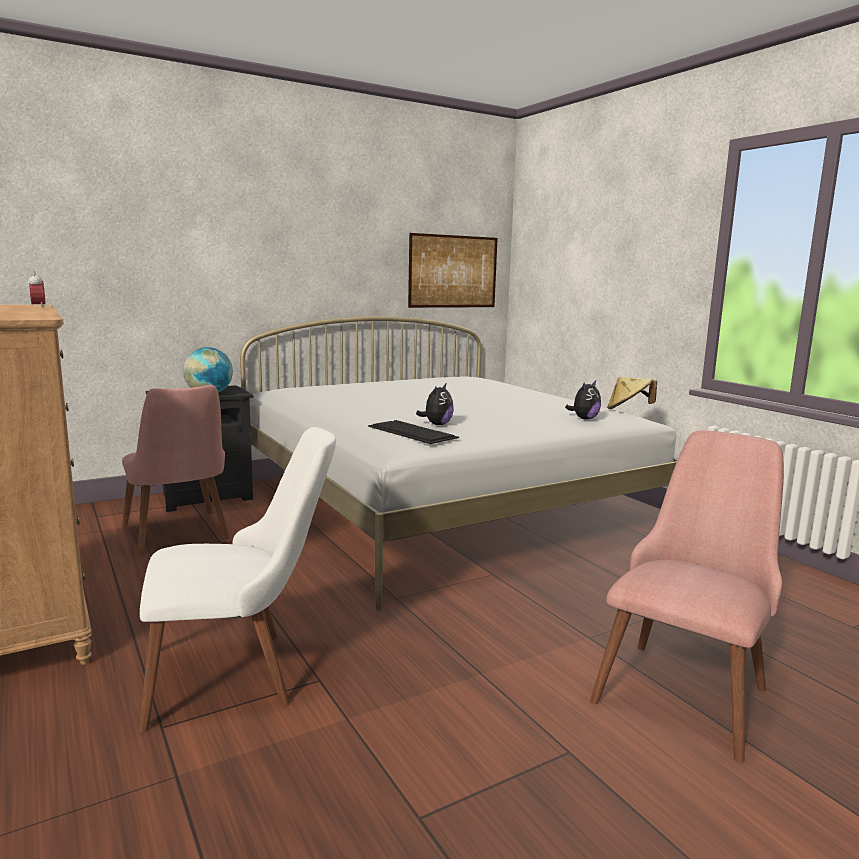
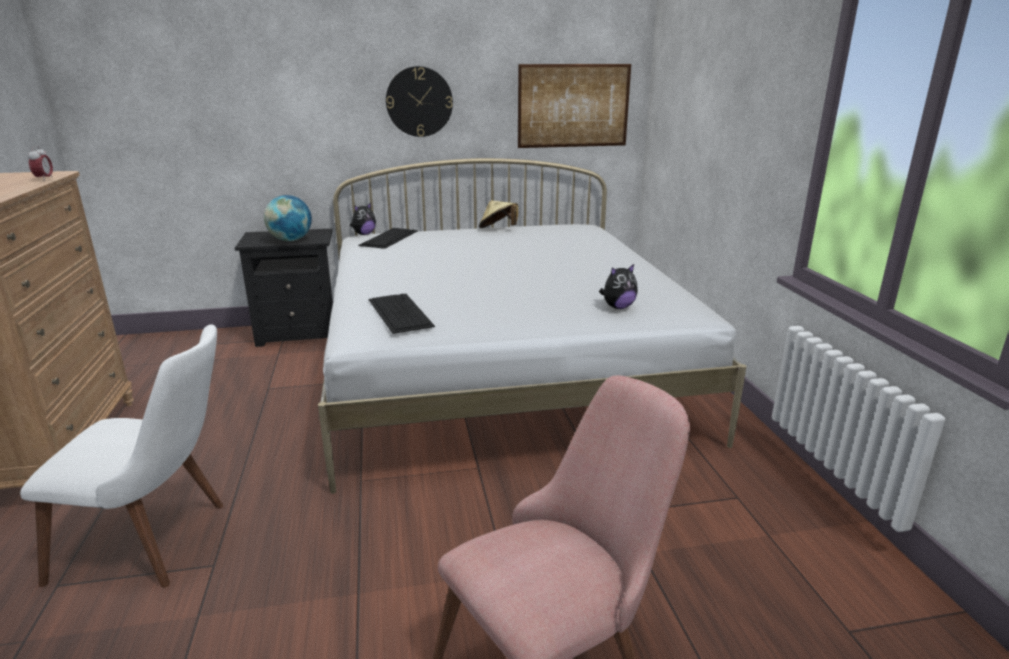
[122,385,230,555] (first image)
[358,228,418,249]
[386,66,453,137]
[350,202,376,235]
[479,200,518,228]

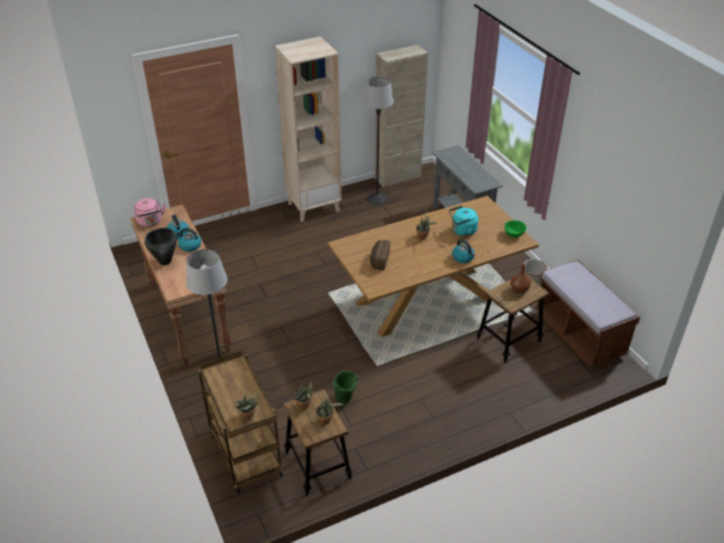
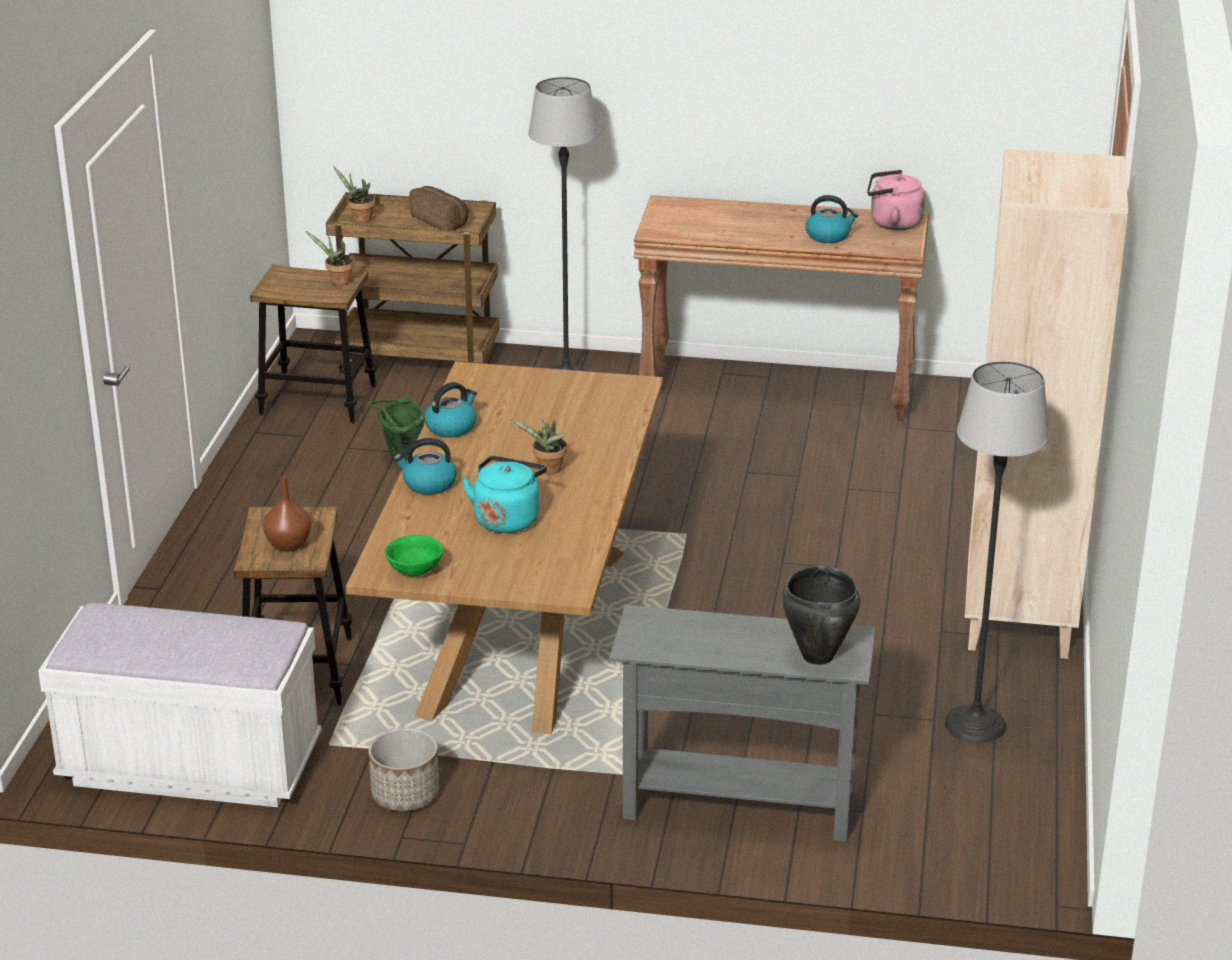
[316,393,344,425] (first image)
[375,45,428,188] (first image)
[782,566,860,665]
[425,382,477,438]
[409,186,468,230]
[38,603,322,807]

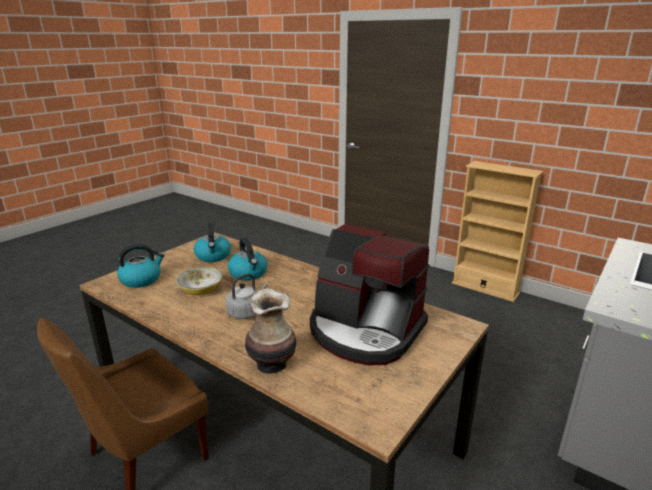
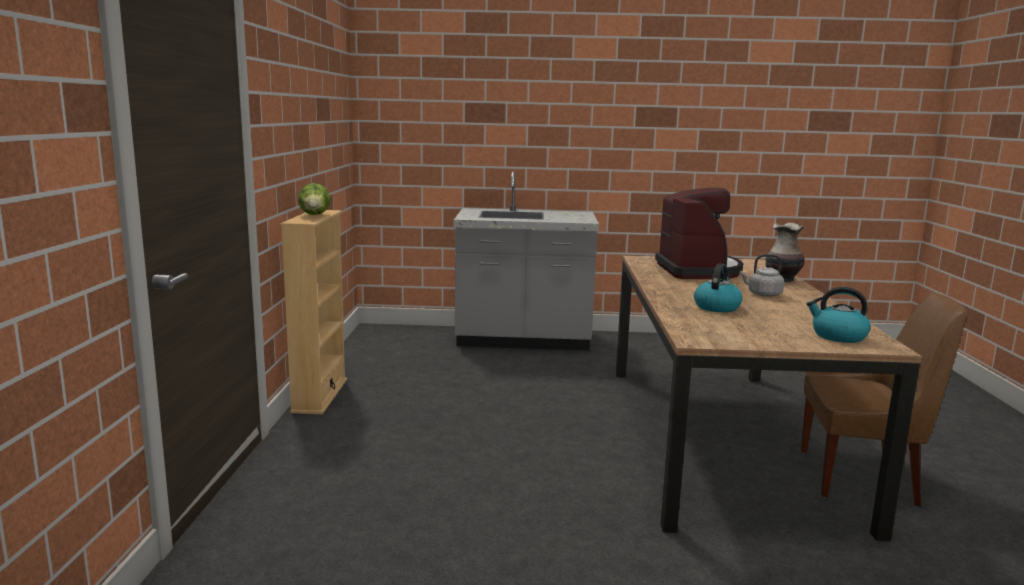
[176,267,222,295] (first image)
[194,223,231,262] (first image)
[298,183,331,215]

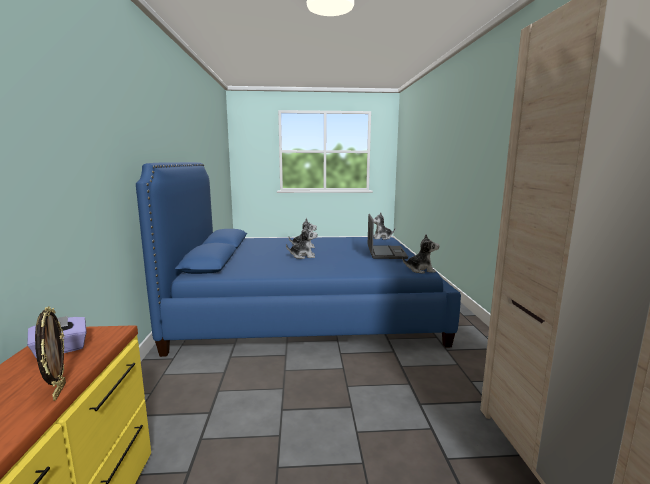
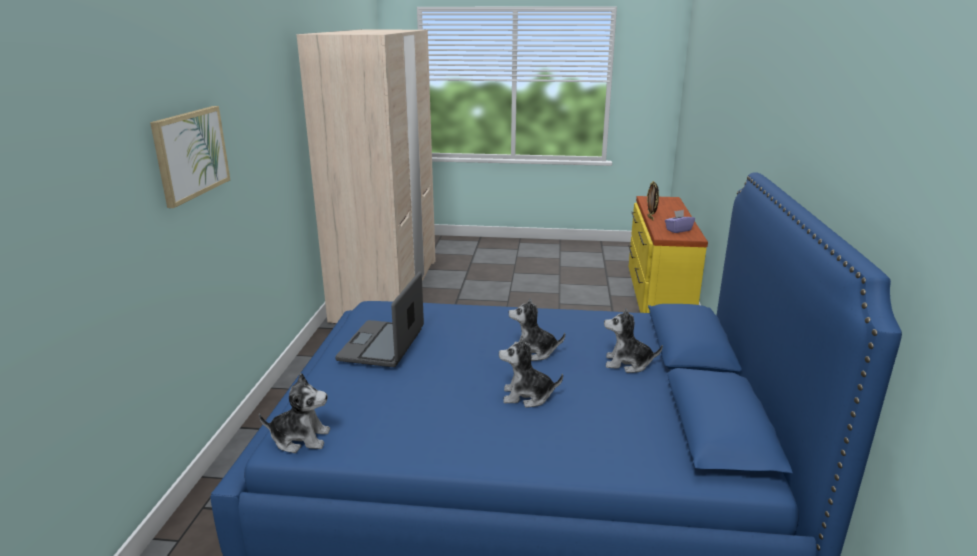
[150,106,230,208]
[604,308,663,373]

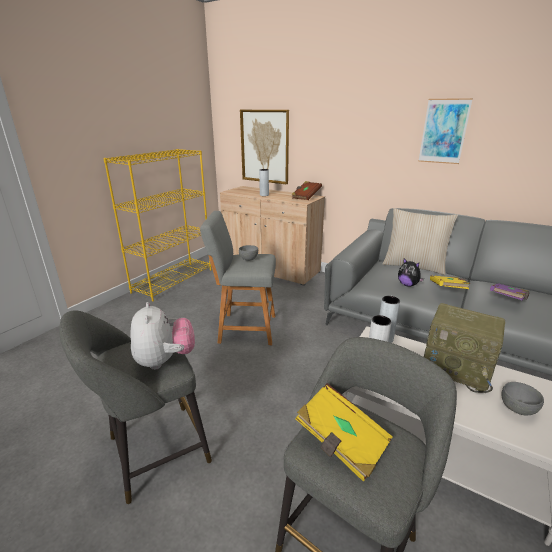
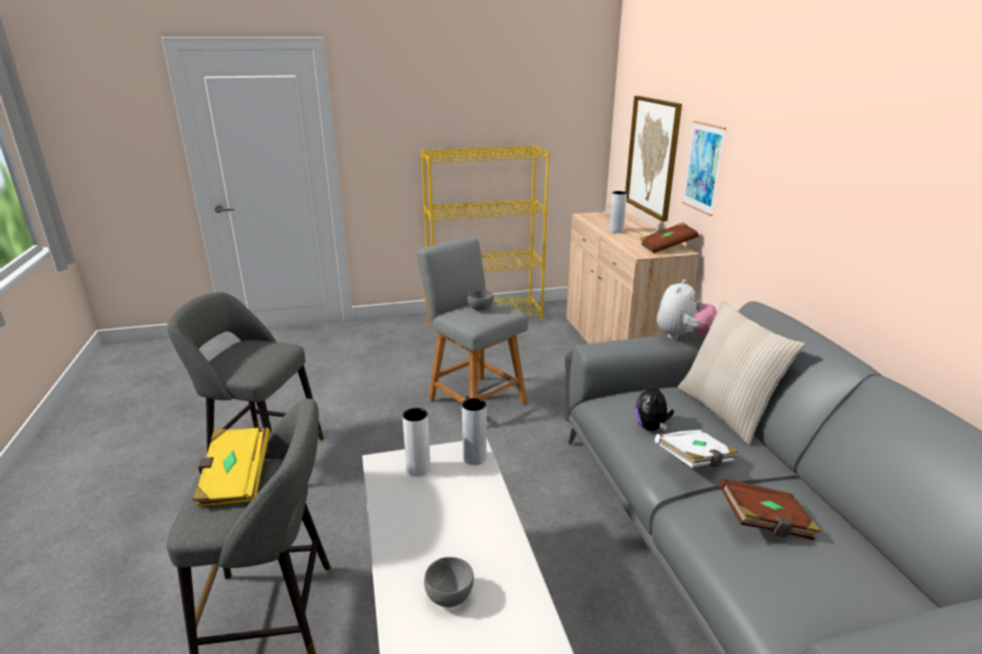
[424,303,506,393] (first image)
[657,279,717,339]
[682,121,726,216]
[655,430,738,468]
[719,479,821,540]

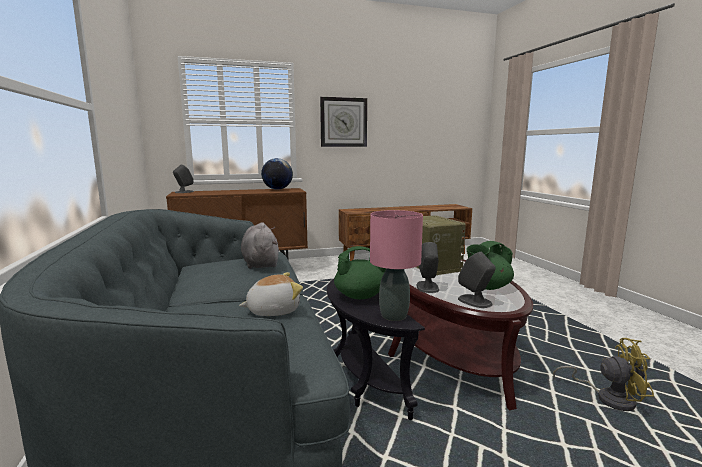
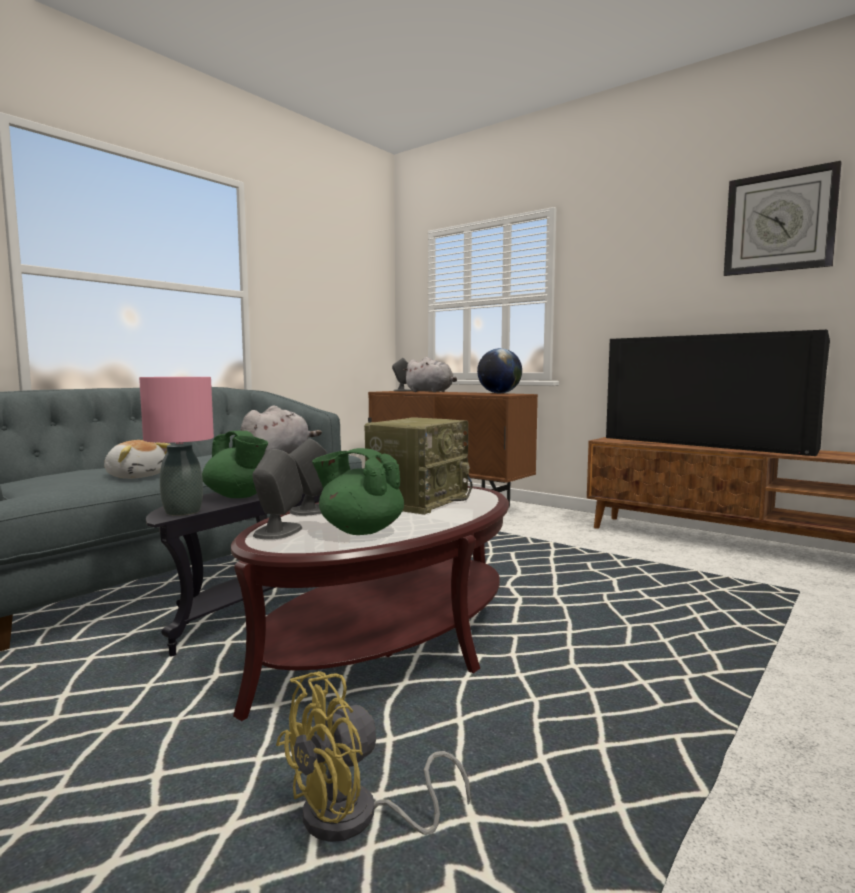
[403,357,457,392]
[606,330,830,456]
[724,161,842,276]
[276,671,471,842]

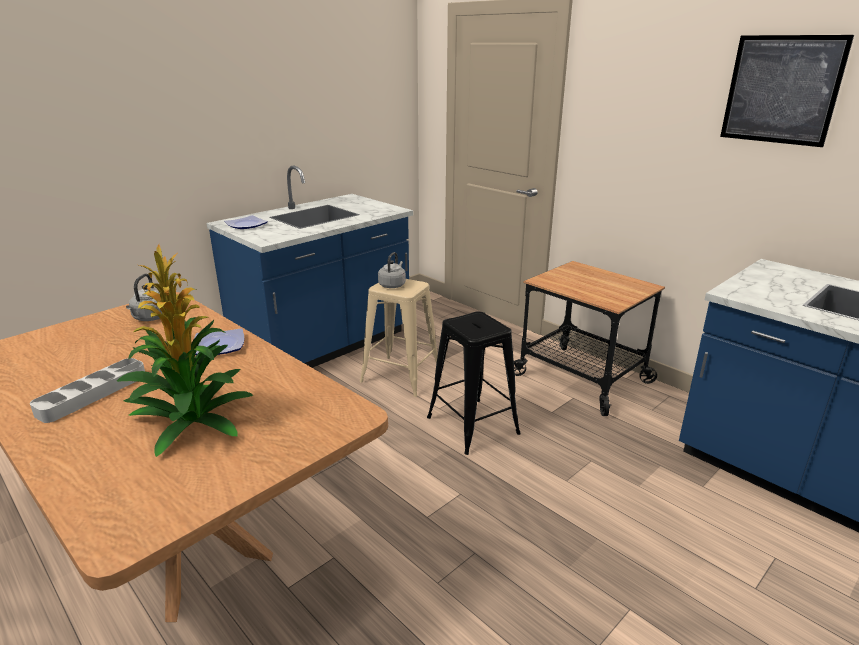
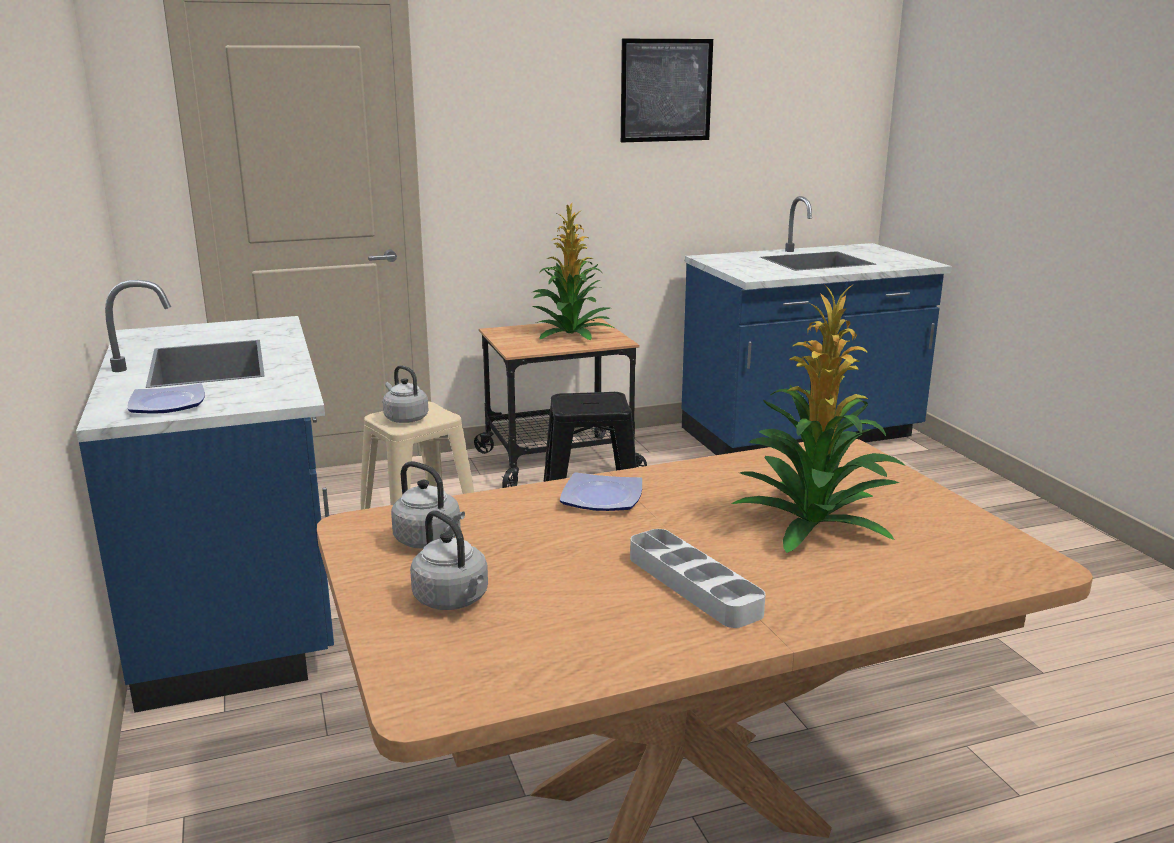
[410,510,488,610]
[533,203,614,340]

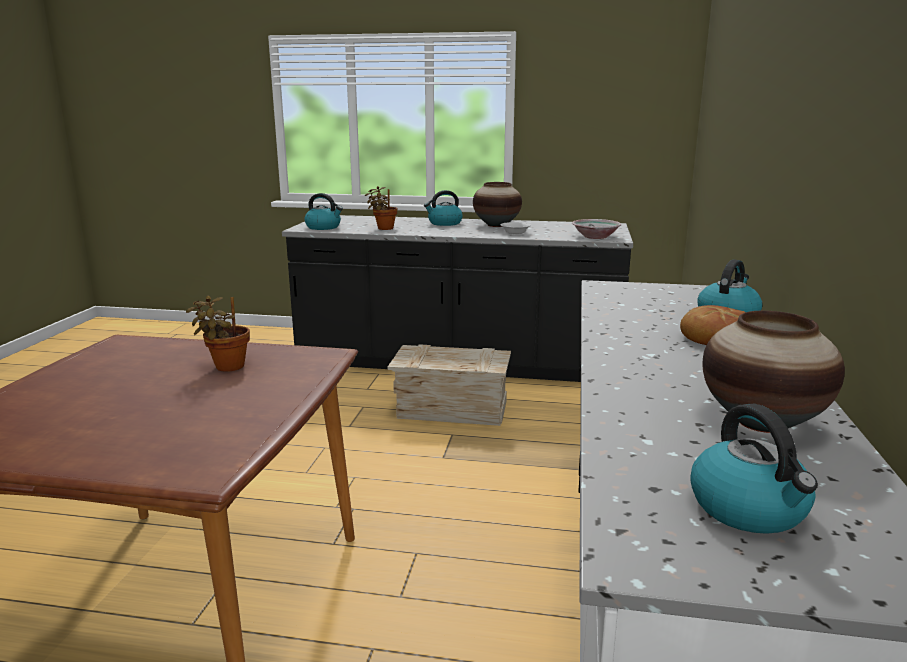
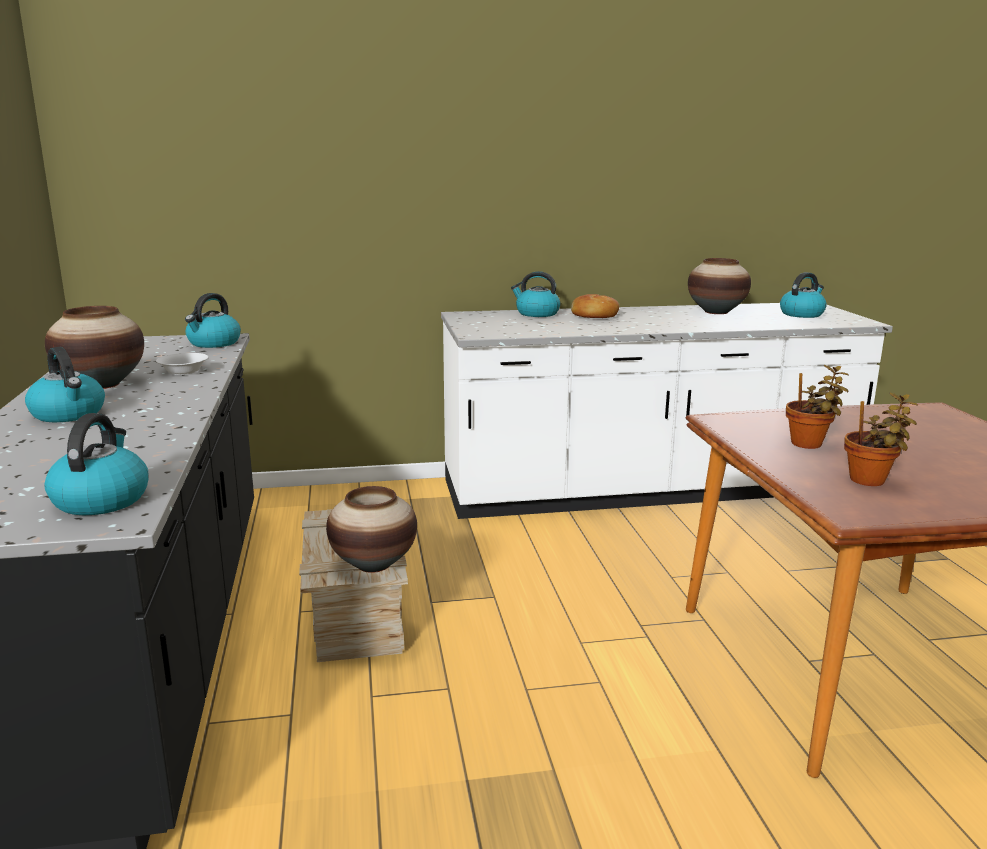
[326,486,417,573]
[844,392,918,486]
[185,293,241,348]

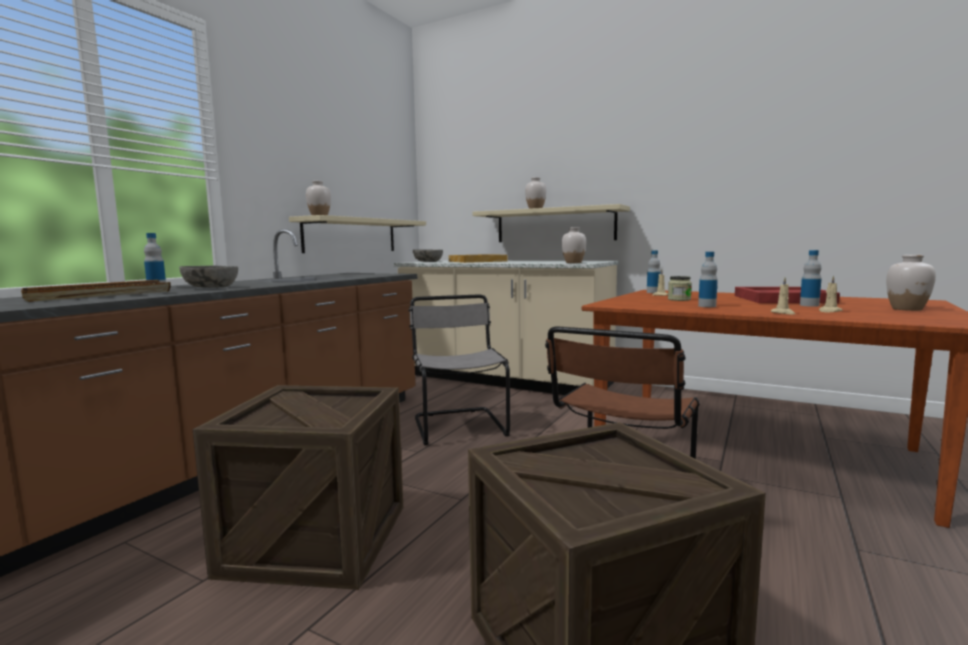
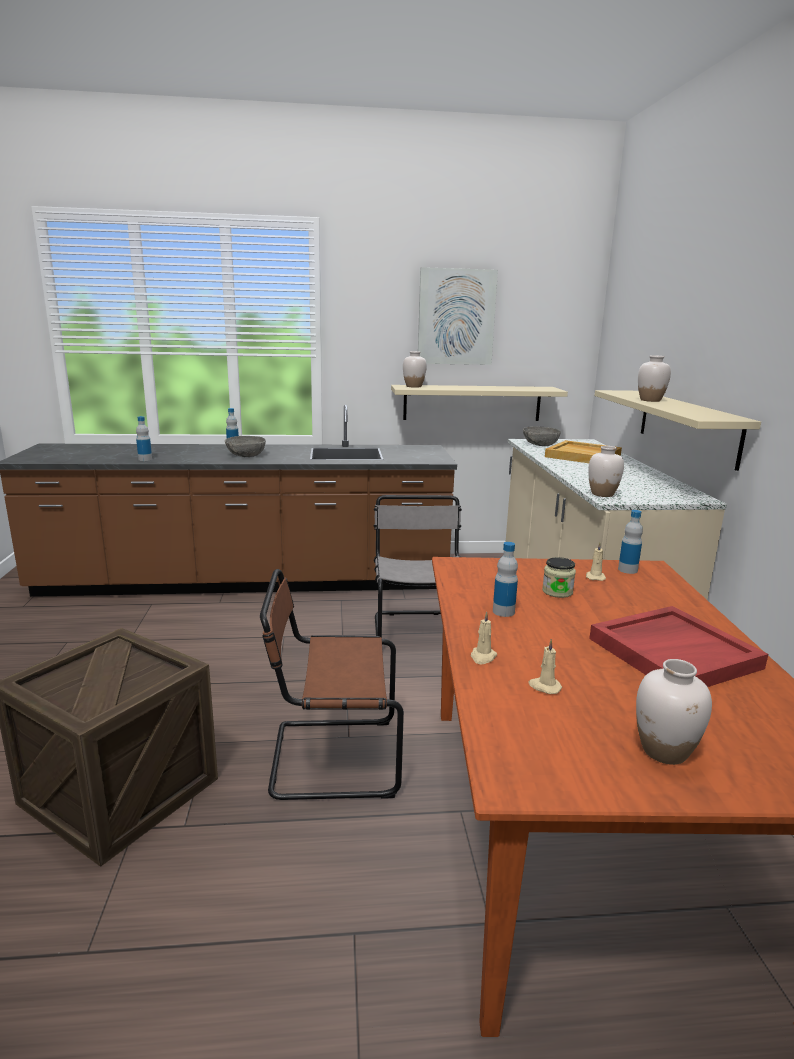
[21,280,171,302] (first image)
[193,385,403,590] (first image)
[418,267,498,365]
[136,416,152,461]
[374,495,462,638]

